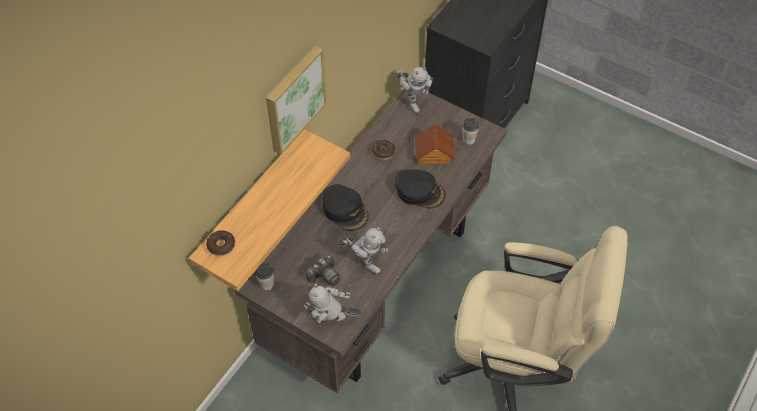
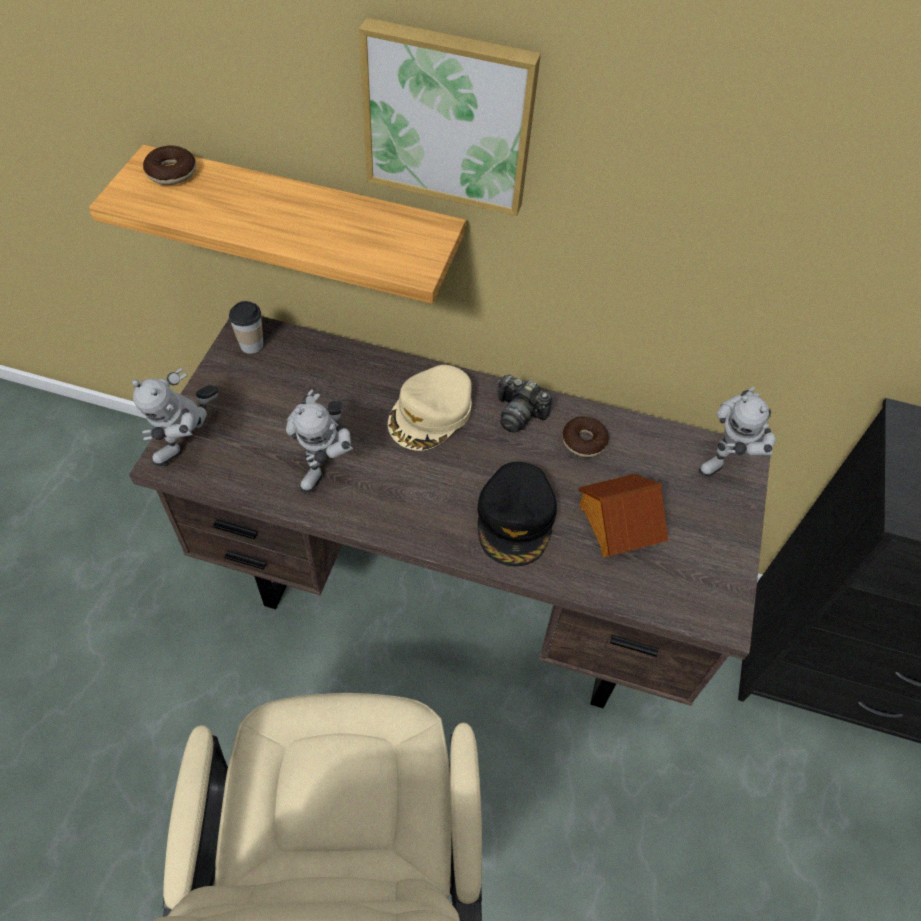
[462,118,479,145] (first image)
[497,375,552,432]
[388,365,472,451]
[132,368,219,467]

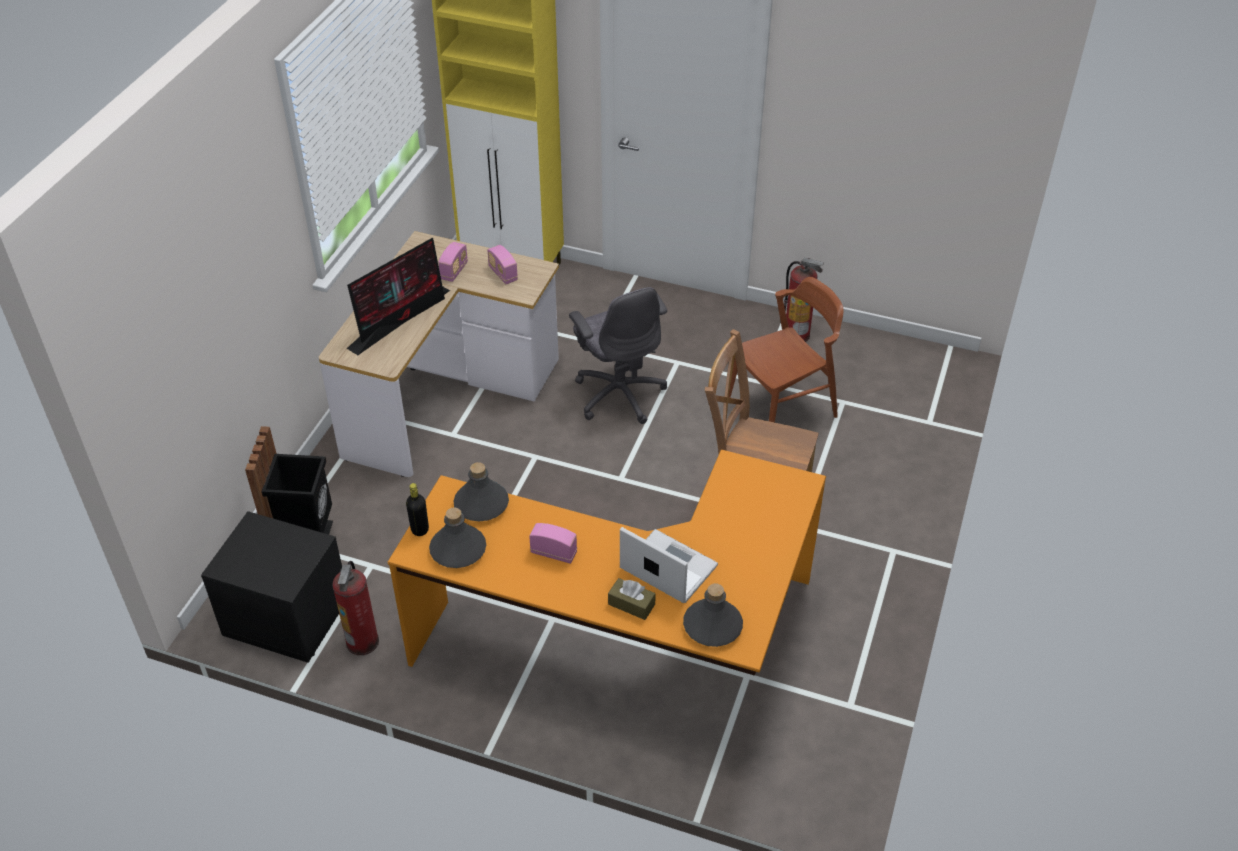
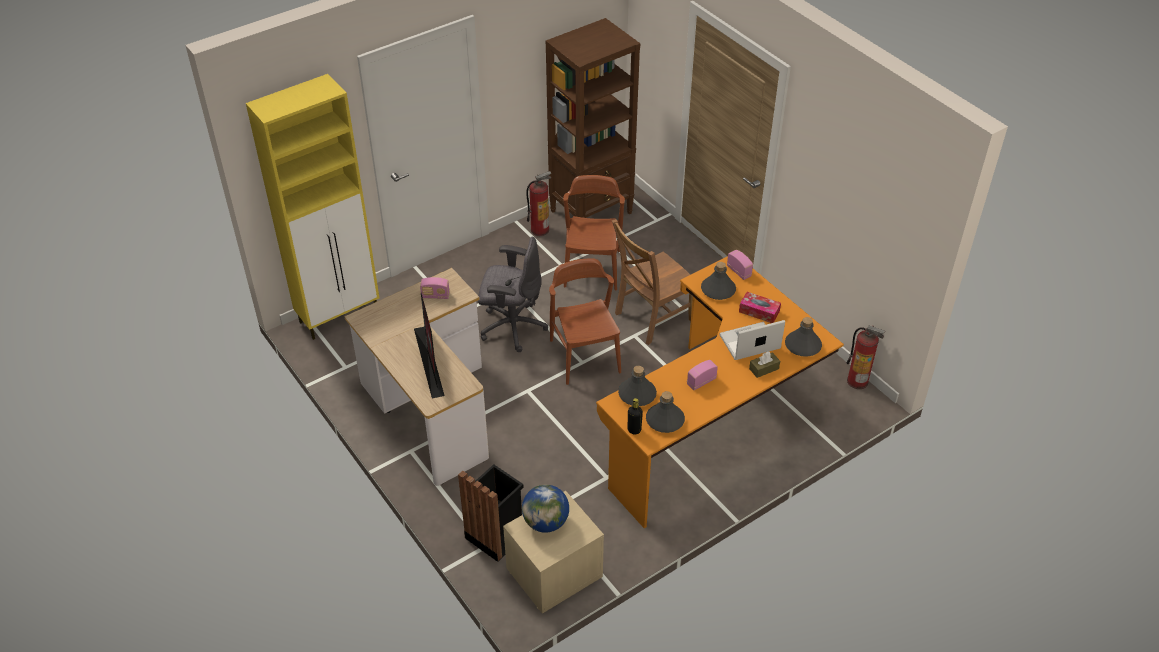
[522,485,569,533]
[546,18,640,218]
[549,258,621,385]
[701,262,736,300]
[739,292,781,323]
[846,326,885,389]
[727,250,753,280]
[503,491,604,614]

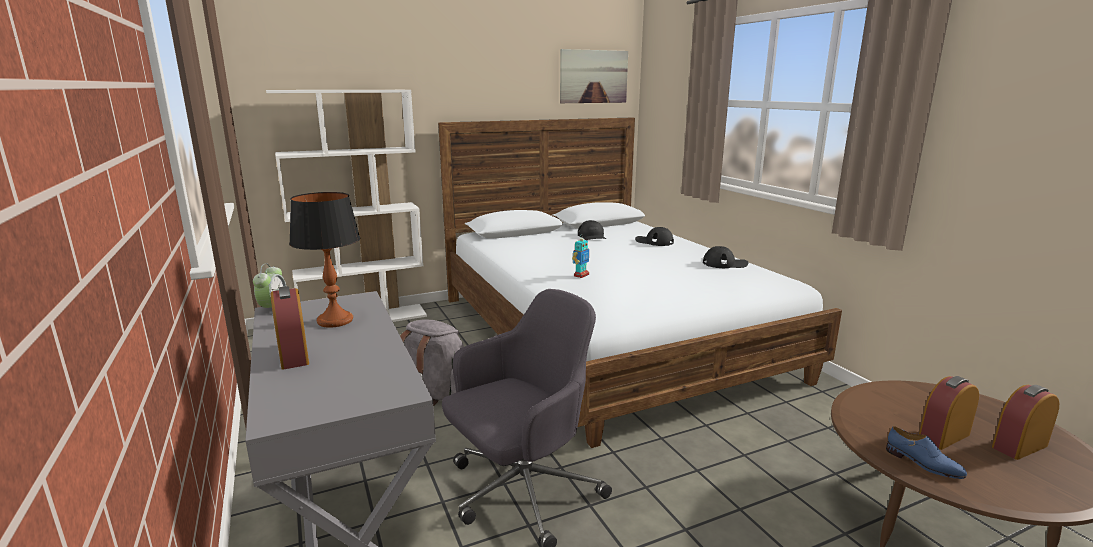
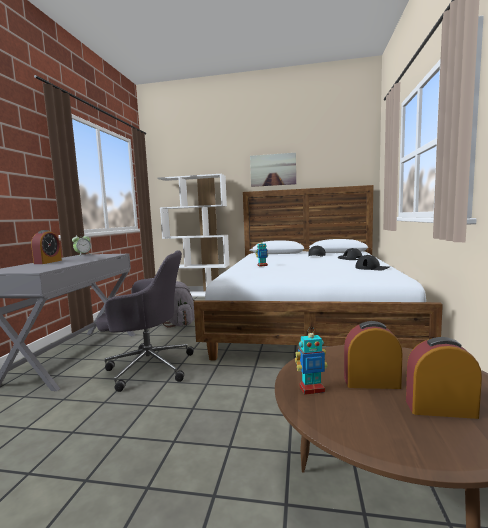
[289,192,360,328] (first image)
[250,153,296,187]
[295,327,328,395]

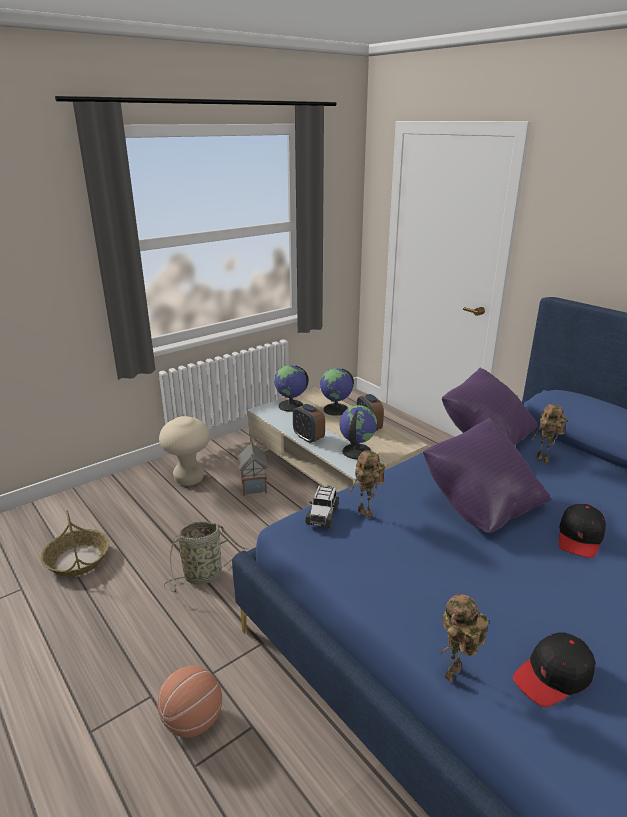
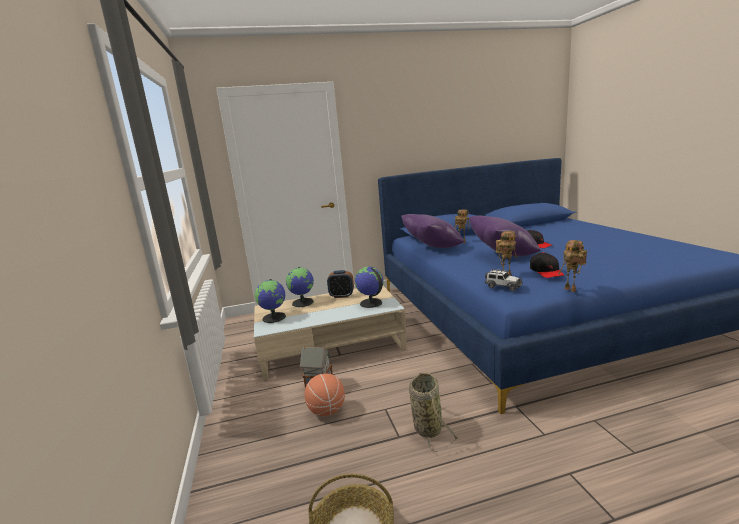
[159,416,210,486] (first image)
[293,404,325,443] (first image)
[304,373,345,416]
[559,240,587,292]
[530,252,564,278]

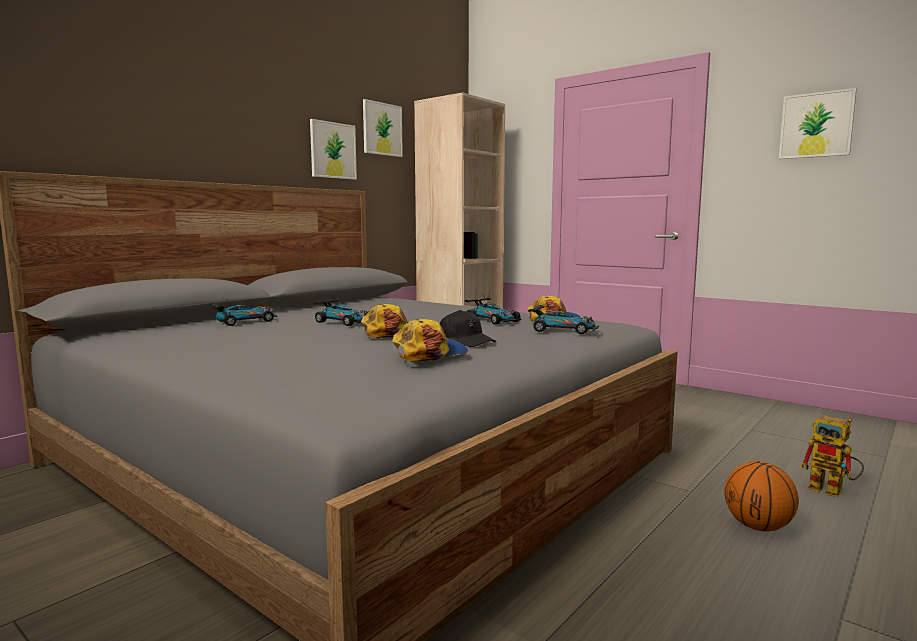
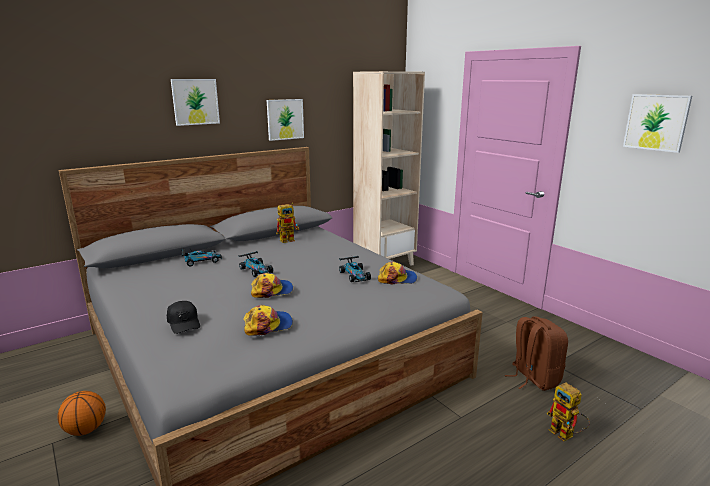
[528,301,599,334] (first image)
[276,203,299,243]
[505,316,568,391]
[171,79,220,126]
[167,301,200,334]
[58,391,106,436]

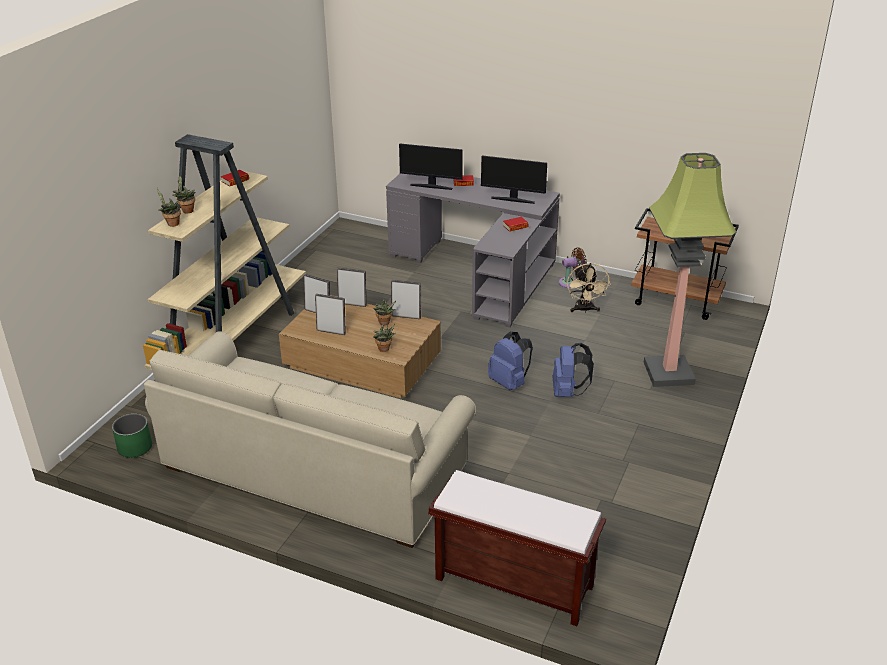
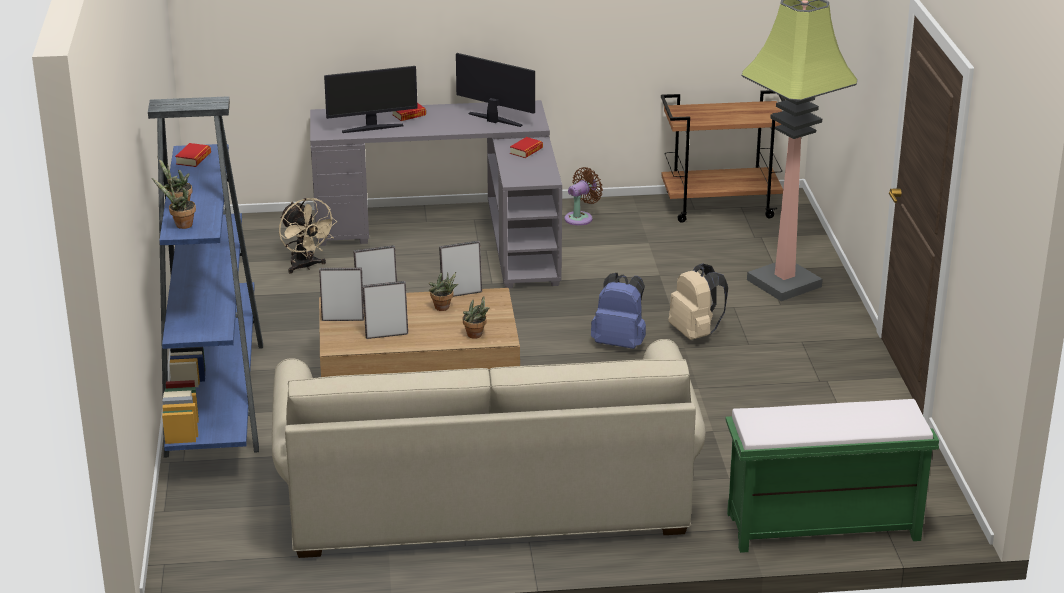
[112,414,152,458] (first image)
[279,198,337,273]
[148,96,263,458]
[725,399,939,553]
[669,264,728,340]
[456,53,535,127]

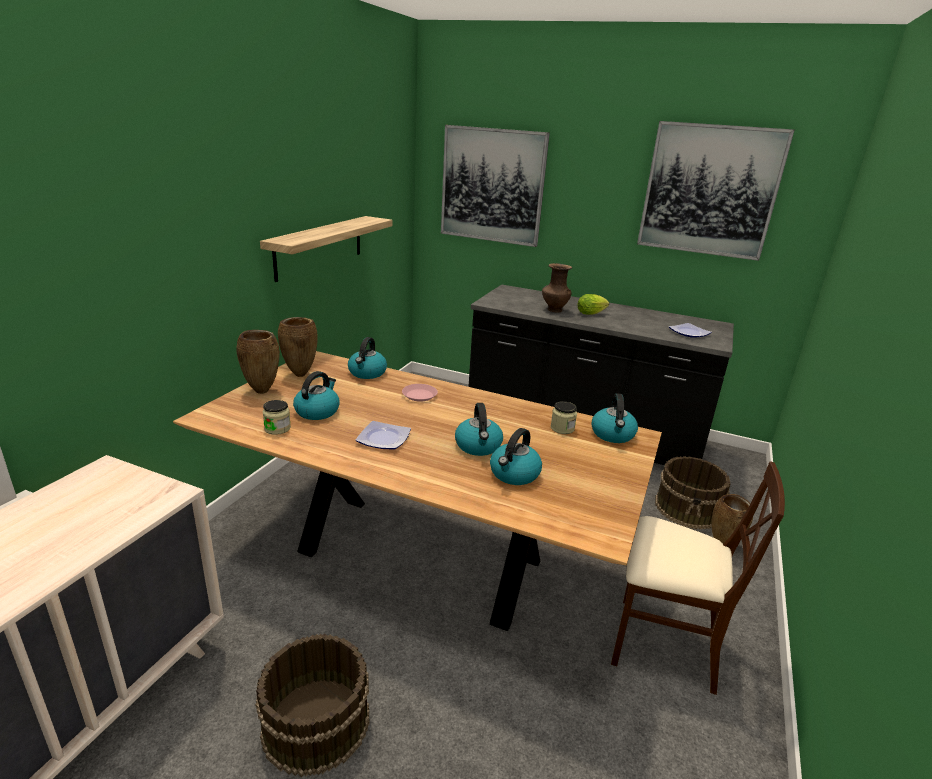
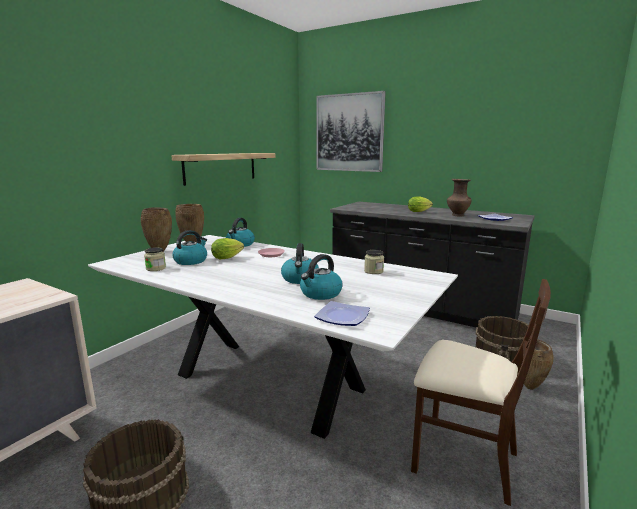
[592,393,638,443] (first image)
[637,121,795,261] (first image)
[211,238,244,259]
[314,301,370,326]
[447,179,471,217]
[88,235,458,439]

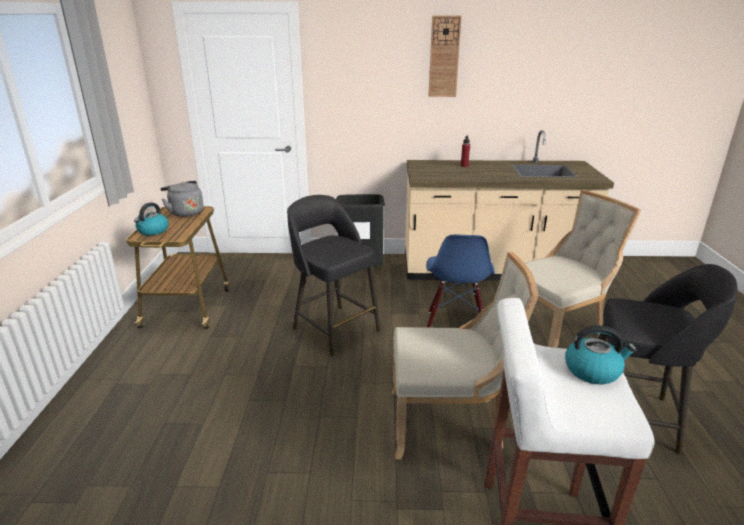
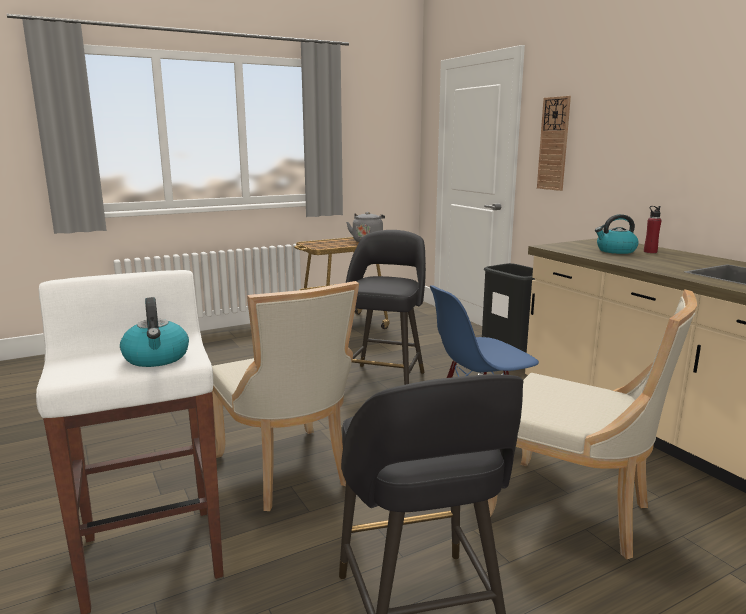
[595,214,639,254]
[537,96,571,191]

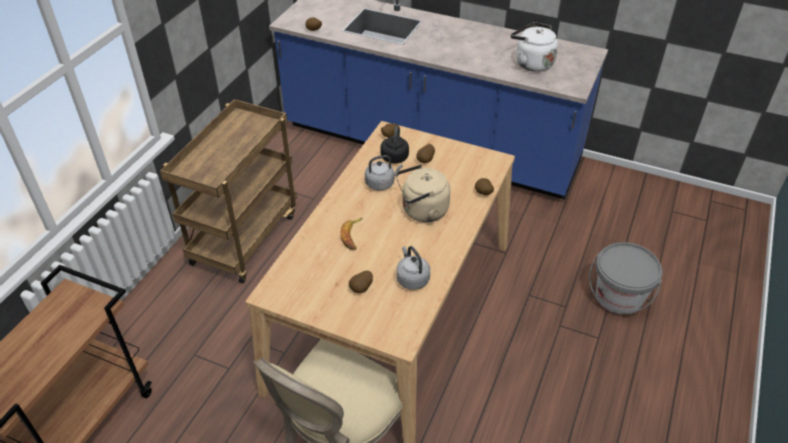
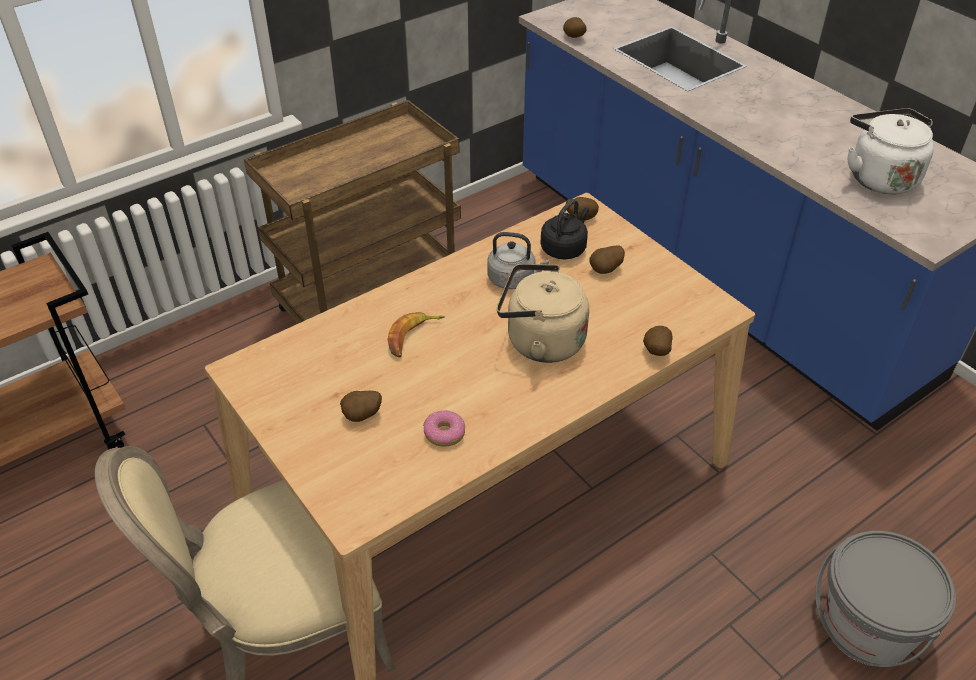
[423,410,465,446]

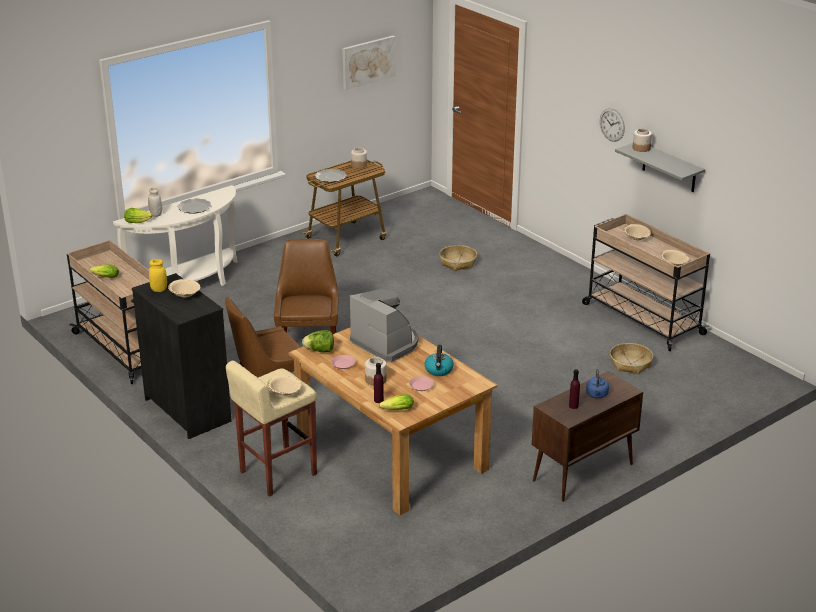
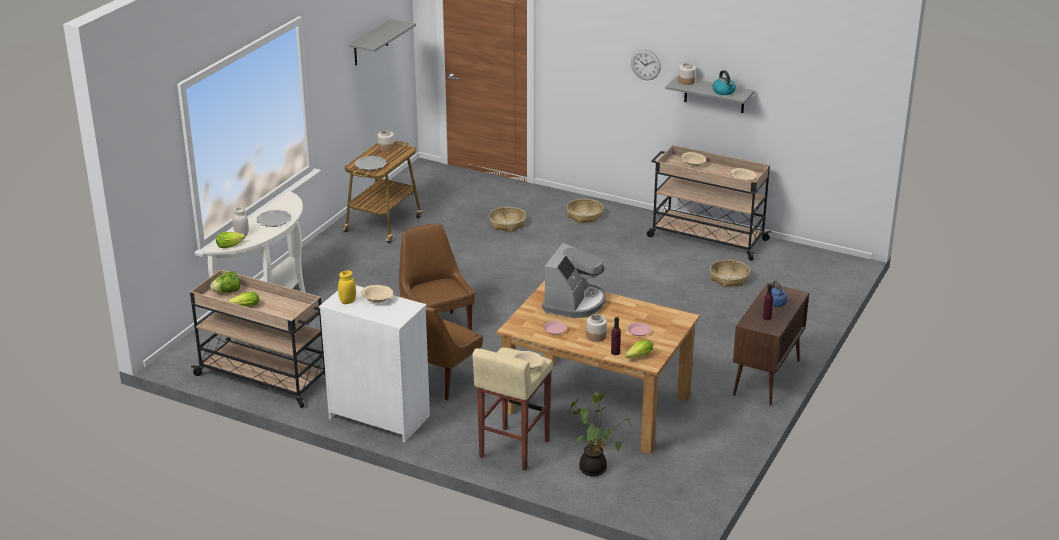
[566,199,603,223]
[568,391,632,476]
[210,272,240,293]
[713,70,736,95]
[349,19,416,65]
[319,285,430,442]
[542,243,606,318]

